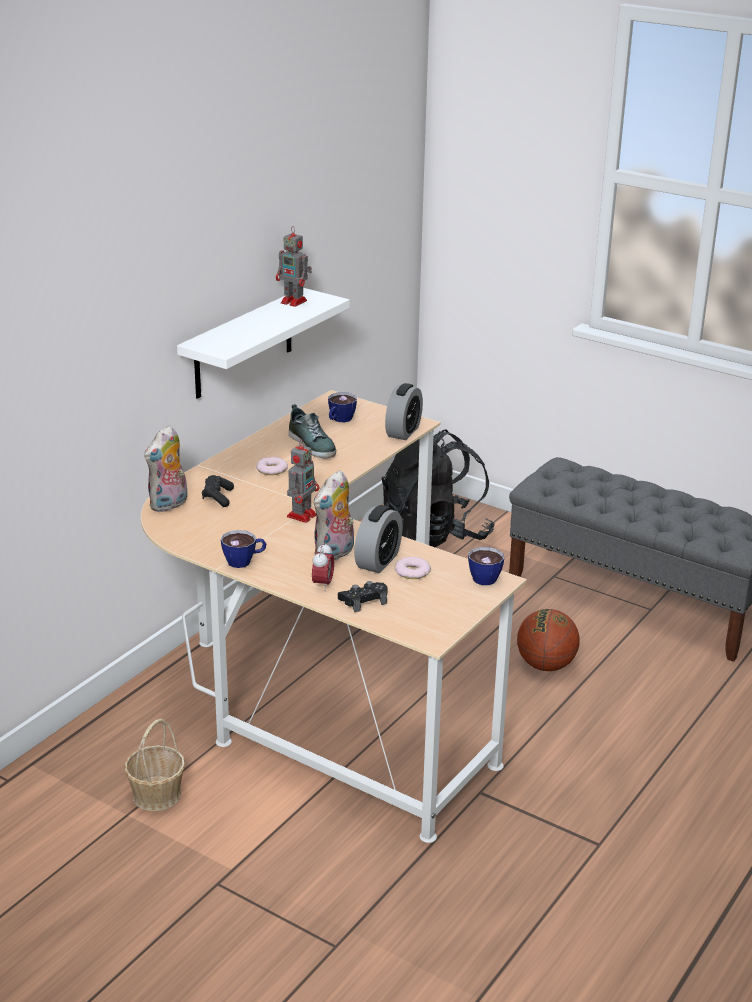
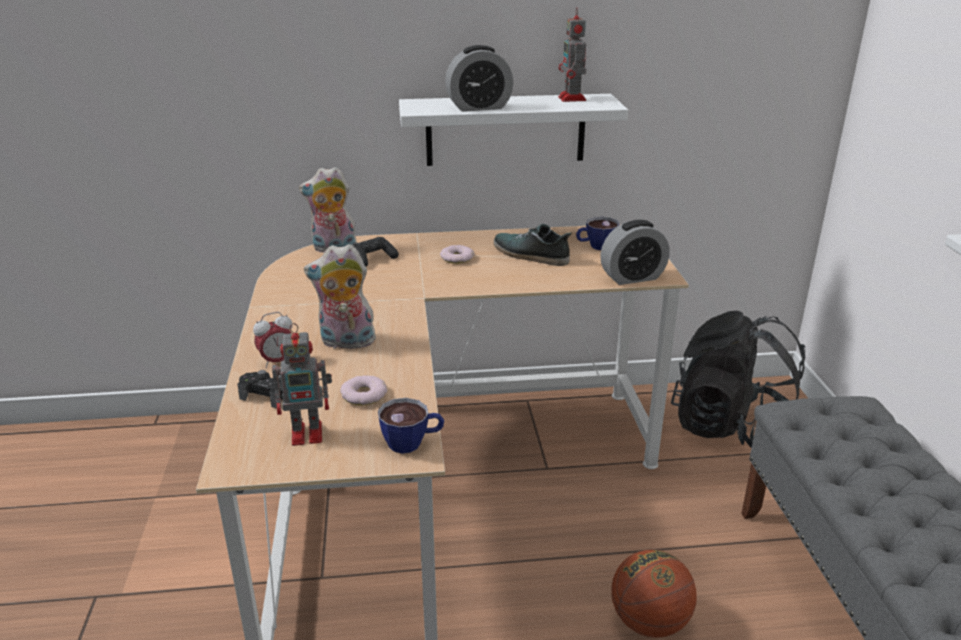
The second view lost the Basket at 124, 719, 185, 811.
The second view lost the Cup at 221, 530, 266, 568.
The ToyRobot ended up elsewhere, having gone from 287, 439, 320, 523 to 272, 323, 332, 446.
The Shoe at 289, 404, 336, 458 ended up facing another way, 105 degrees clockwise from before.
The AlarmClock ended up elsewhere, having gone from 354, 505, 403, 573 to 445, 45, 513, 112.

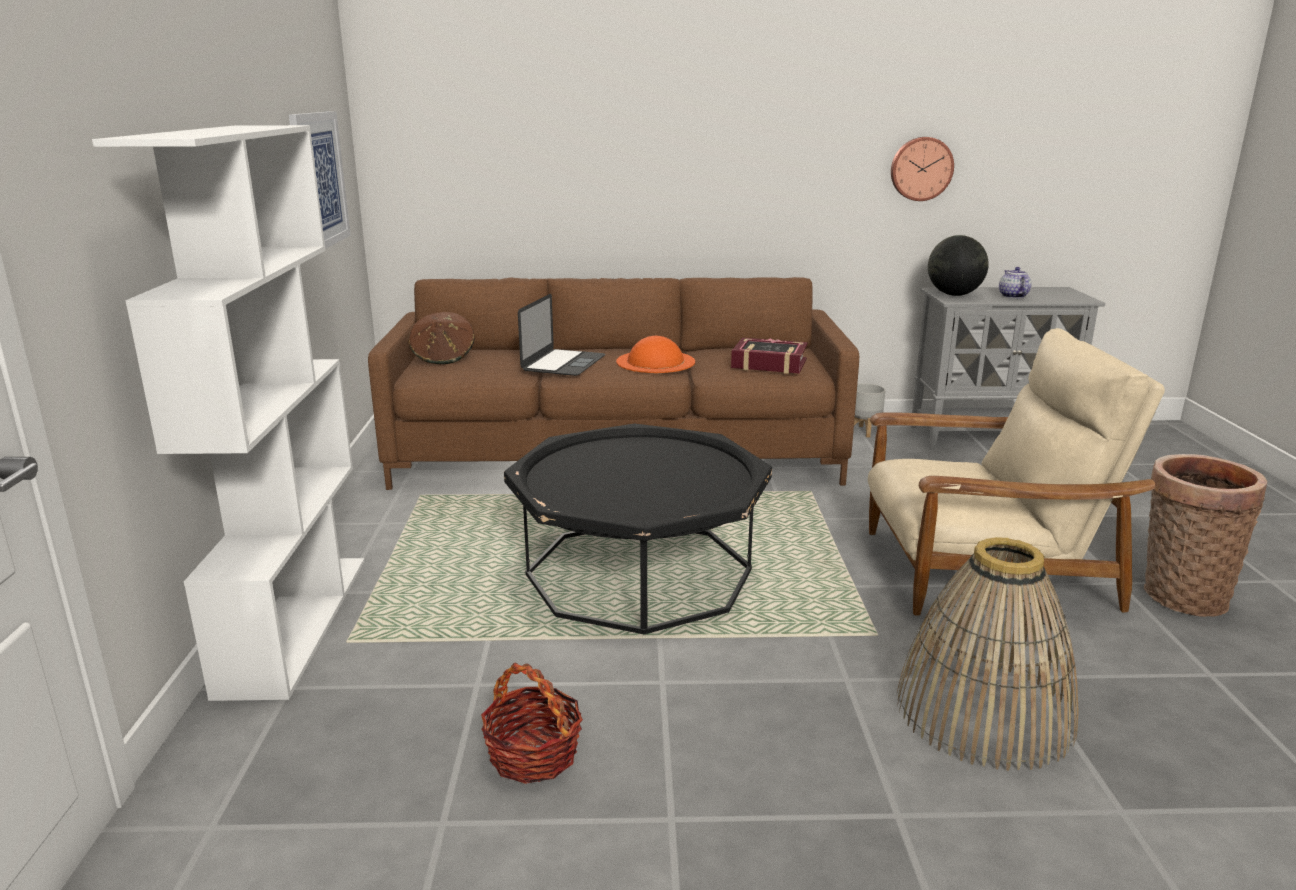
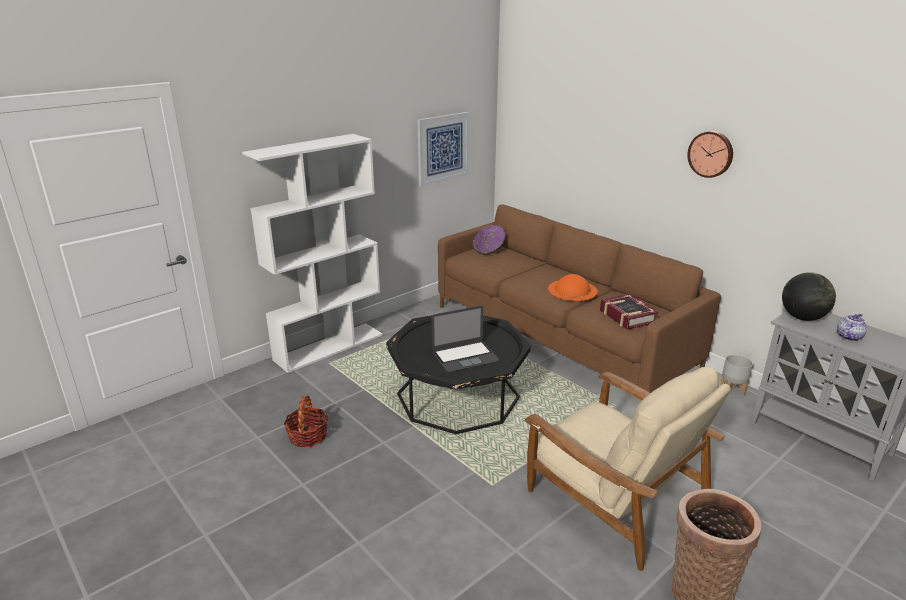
What was the BrownHat at 408, 312, 474, 364 turned into the PurpleHat at 473, 225, 506, 255.
The Laptop ended up elsewhere, having gone from 518, 294, 605, 376 to 432, 306, 499, 372.
The WallClock ended up elsewhere, having gone from 891, 137, 954, 201 to 687, 131, 733, 178.
The second view lost the Basket at 897, 537, 1079, 771.

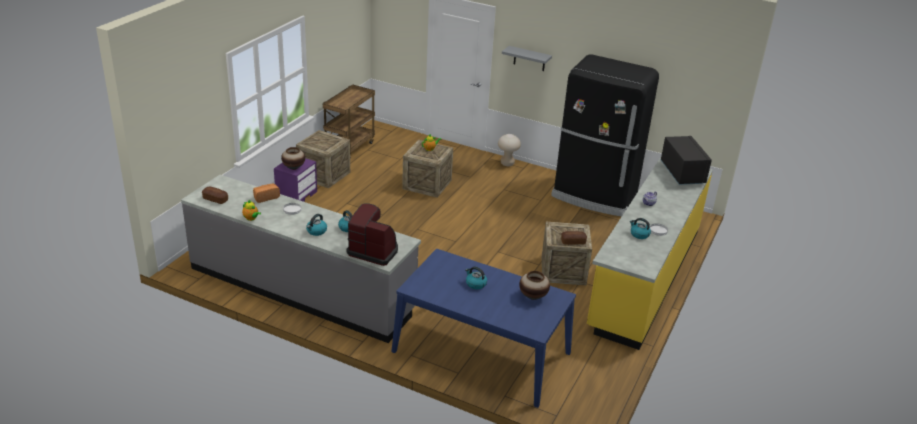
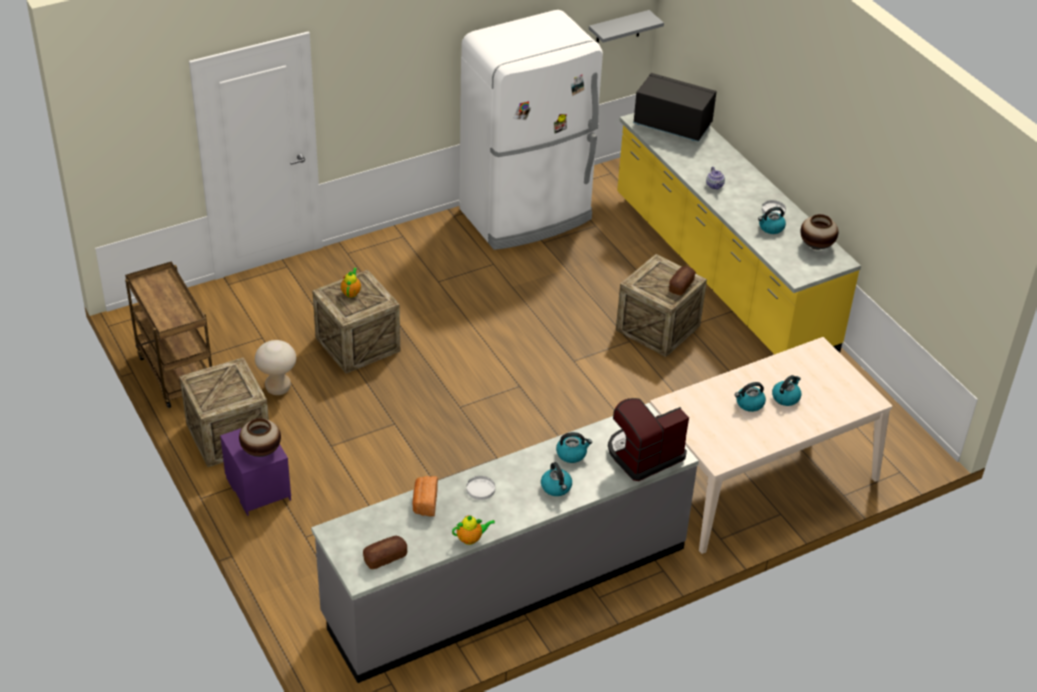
What was the BlueDiningTable at 391, 249, 576, 408 turned into the BeigeDiningTable at 650, 337, 892, 554.
The BeigeStool ended up elsewhere, having gone from 498, 134, 521, 166 to 255, 340, 296, 395.
The GreyShelf ended up elsewhere, having gone from 502, 46, 552, 71 to 589, 10, 664, 44.
The Vase ended up elsewhere, having gone from 519, 271, 550, 300 to 800, 214, 838, 250.
What was the BlackFridge at 551, 54, 659, 216 turned into the WhiteFridge at 459, 10, 603, 250.
The second view gained the Kettle at 772, 375, 801, 406.

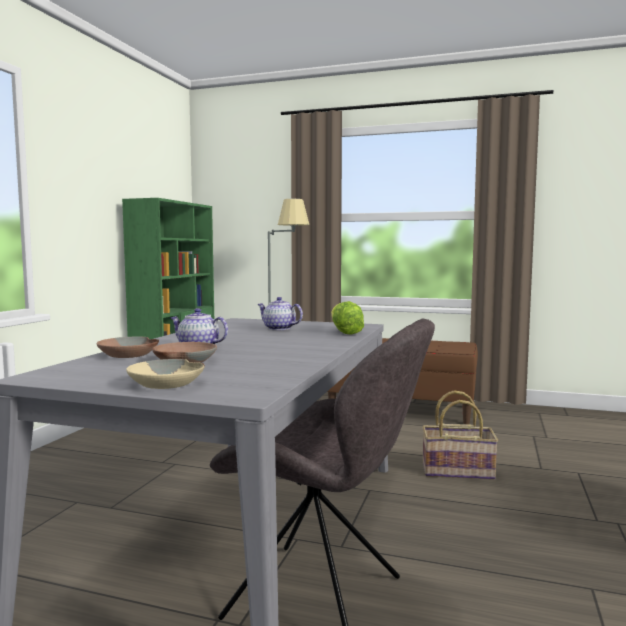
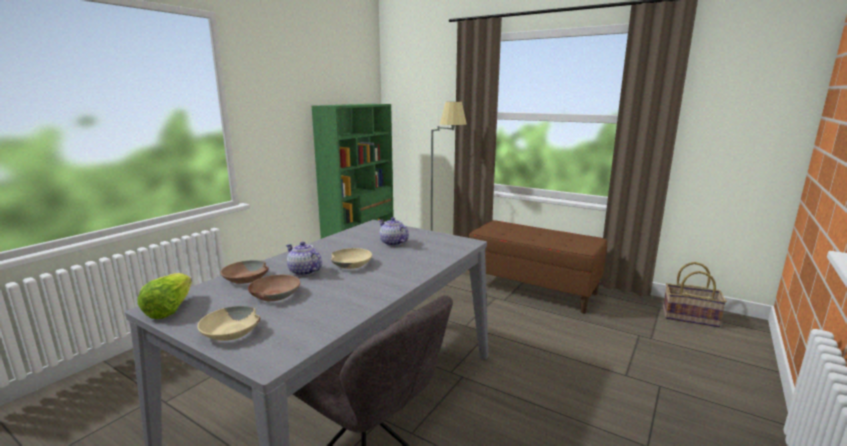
The Lettuce ended up elsewhere, having gone from 331, 301, 364, 334 to 138, 273, 192, 319.
The Basket ended up elsewhere, having gone from 422, 390, 498, 480 to 663, 262, 727, 327.
The second view gained the BeigeBowl at 331, 248, 372, 269.

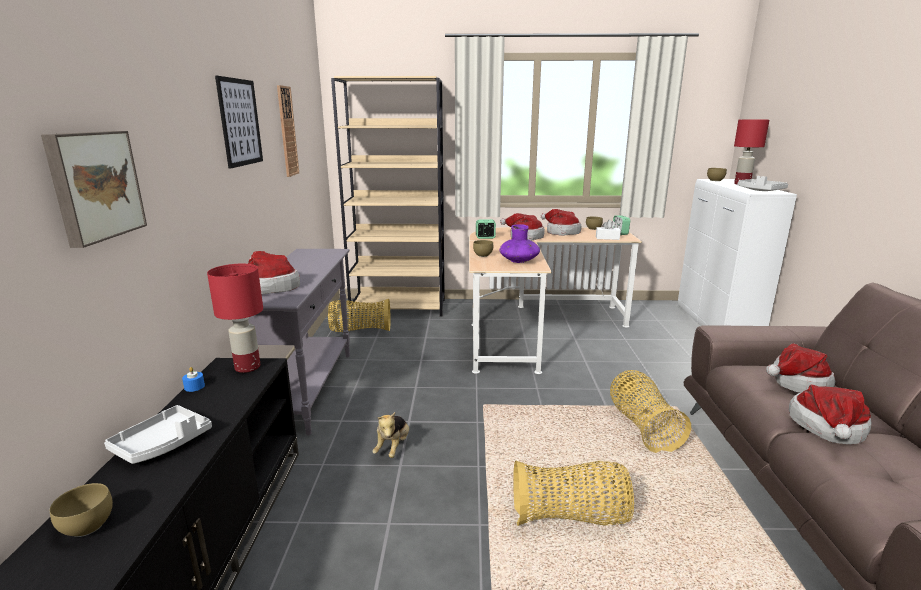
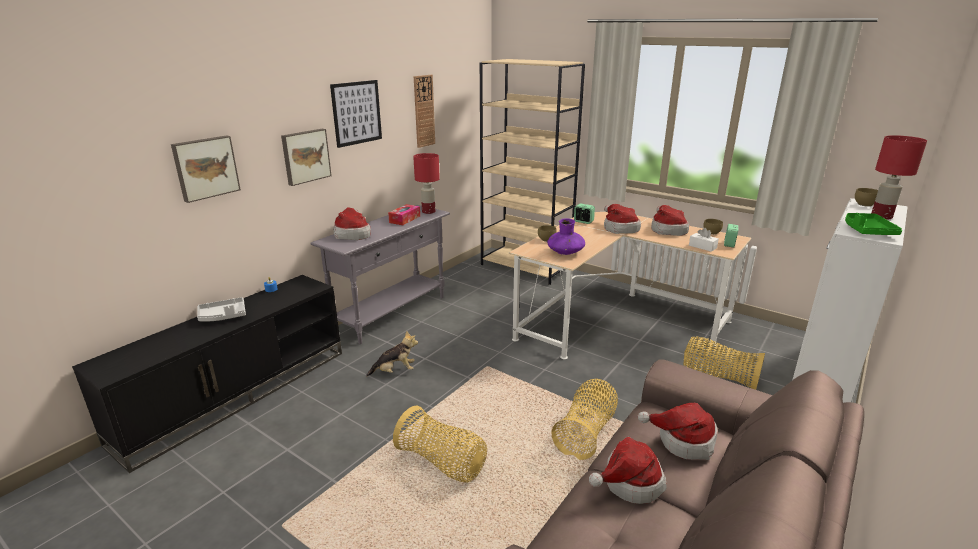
The second view lost the BrownBowl at 50, 483, 113, 537.
The RedTableLamp ended up elsewhere, having gone from 207, 264, 263, 373 to 413, 153, 440, 214.
The Basket ended up elsewhere, having gone from 328, 299, 390, 332 to 683, 337, 765, 390.
The PlushToy at 372, 412, 409, 458 ended up facing another way, 150 degrees counterclockwise from before.
What was the GreyTray at 738, 176, 788, 191 turned into the GreenTray at 845, 213, 902, 235.
The second view gained the Picture at 281, 129, 332, 186.
The second view gained the TissueBox at 388, 204, 420, 225.

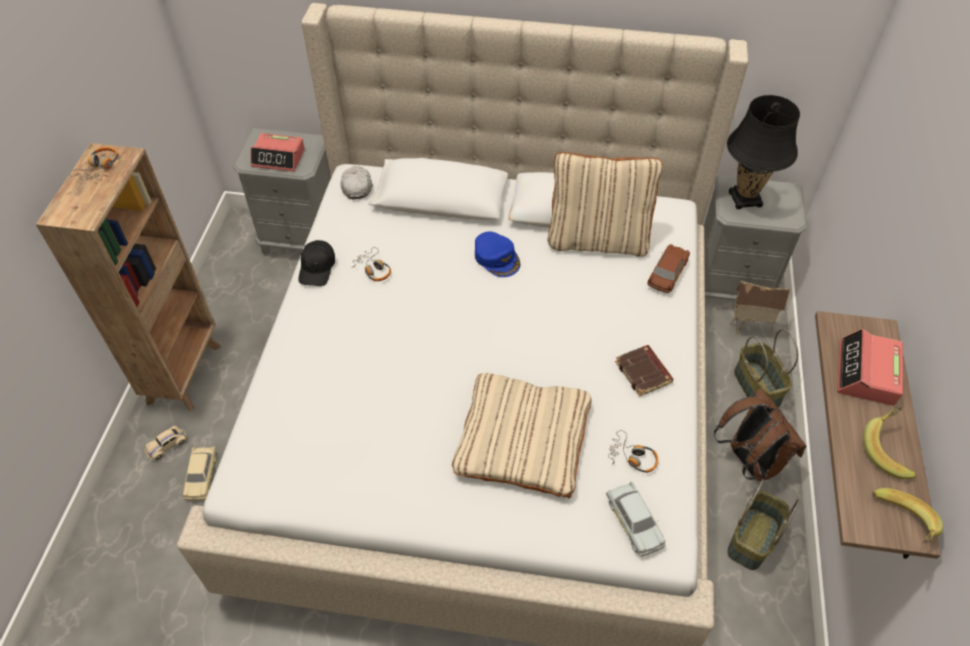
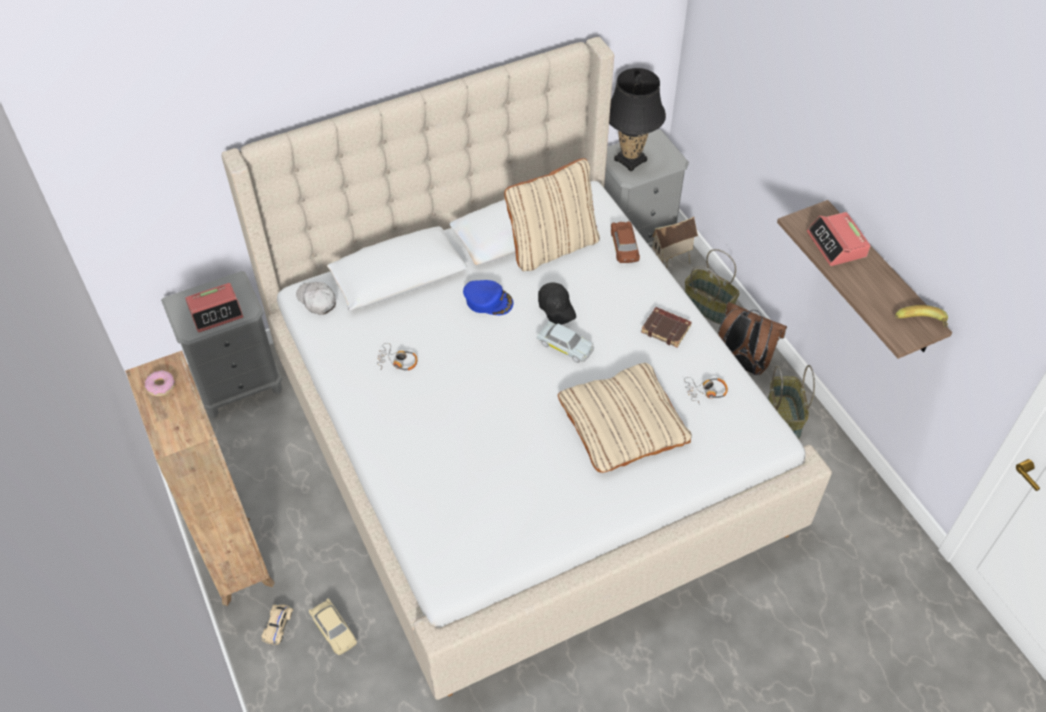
Where the Headphones stood at 69, 147, 119, 180, the Donut came to stand at 145, 370, 175, 397.
The BlackCap ended up elsewhere, having gone from 298, 240, 335, 286 to 538, 283, 576, 325.
The WhiteToyCar ended up elsewhere, having gone from 606, 482, 665, 557 to 536, 321, 594, 363.
The second view lost the Banana at 863, 406, 916, 479.

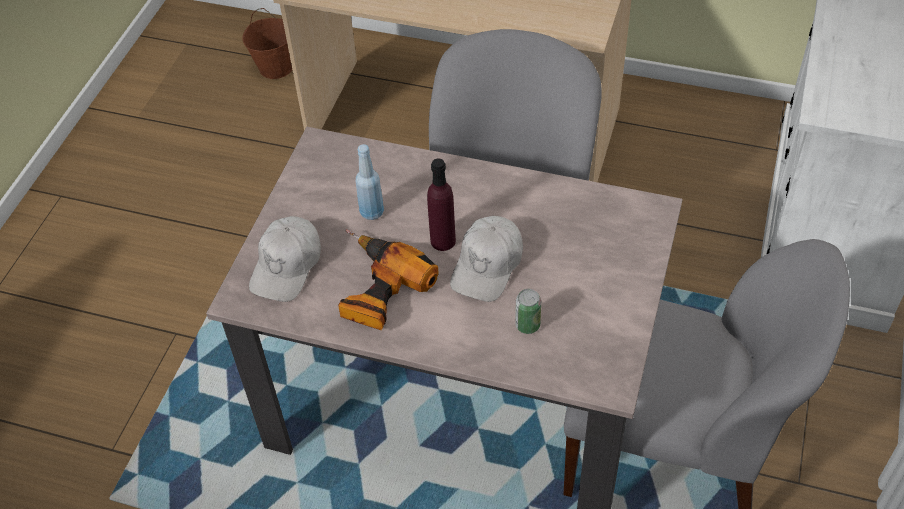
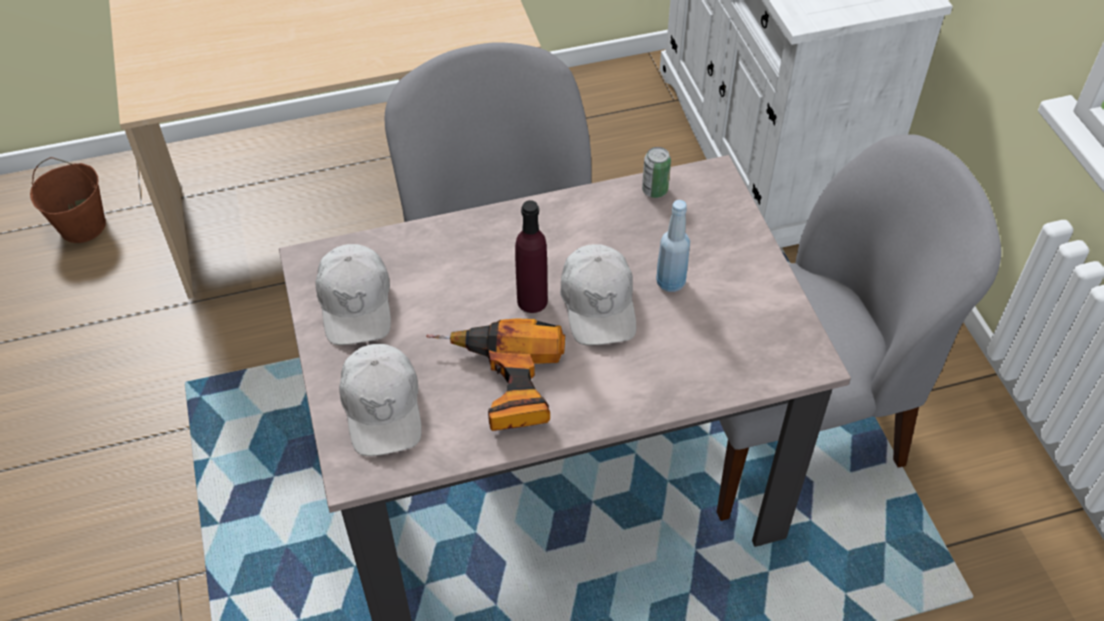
The BlueBottle ended up elsewhere, having gone from 355, 144, 384, 220 to 656, 200, 690, 292.
The Can ended up elsewhere, having gone from 515, 289, 541, 334 to 642, 147, 671, 198.
The second view gained the WhiteCap at 315, 244, 391, 345.

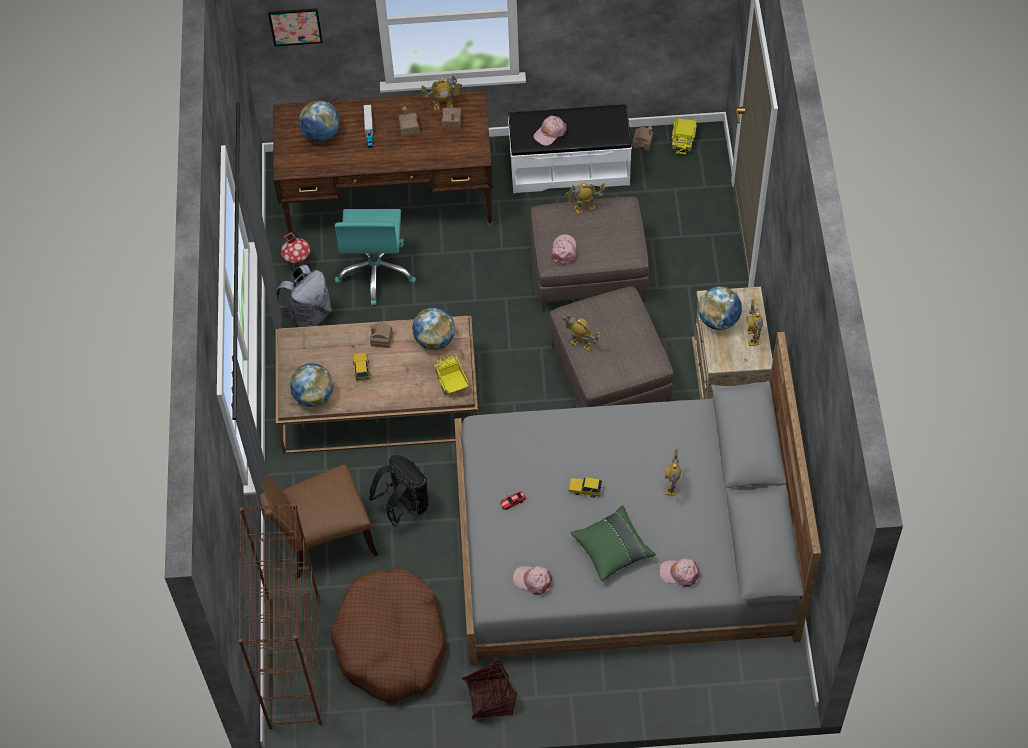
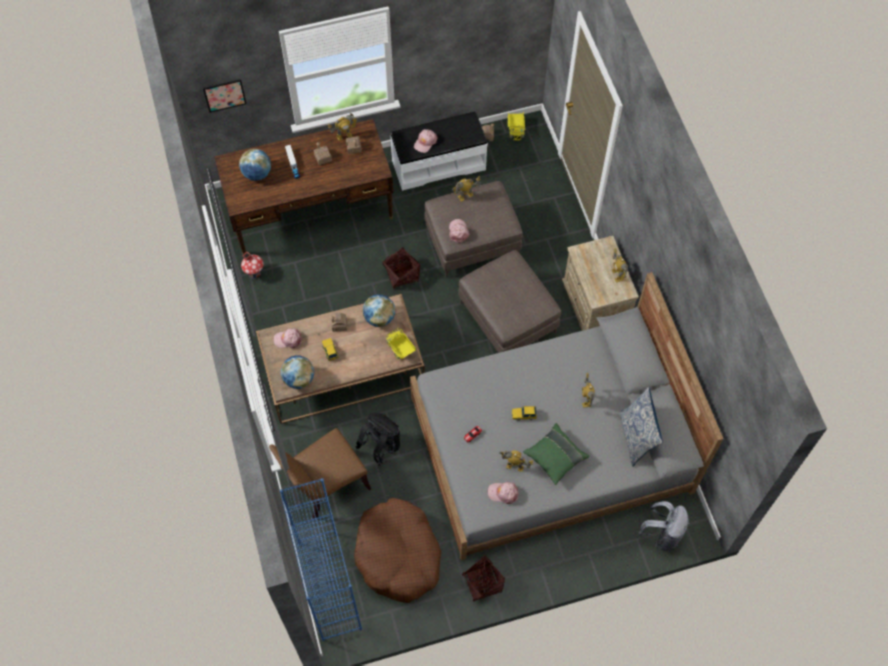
What was the BrownBookcase at 238, 503, 322, 729 turned into the BlueBookcase at 280, 478, 362, 641.
The GreyBackpack ended up elsewhere, having gone from 276, 265, 332, 327 to 639, 501, 689, 551.
The second view lost the TurquoiseOfficeChair at 335, 209, 416, 305.
The ToyRobot ended up elsewhere, having gone from 562, 314, 600, 351 to 499, 450, 534, 472.
The PinkCap ended up elsewhere, having gone from 659, 558, 700, 587 to 273, 328, 302, 348.
The second view lost the Globe at 698, 286, 742, 330.
The second view gained the Basket at 382, 247, 420, 289.
The second view gained the Pillow at 620, 387, 663, 467.

